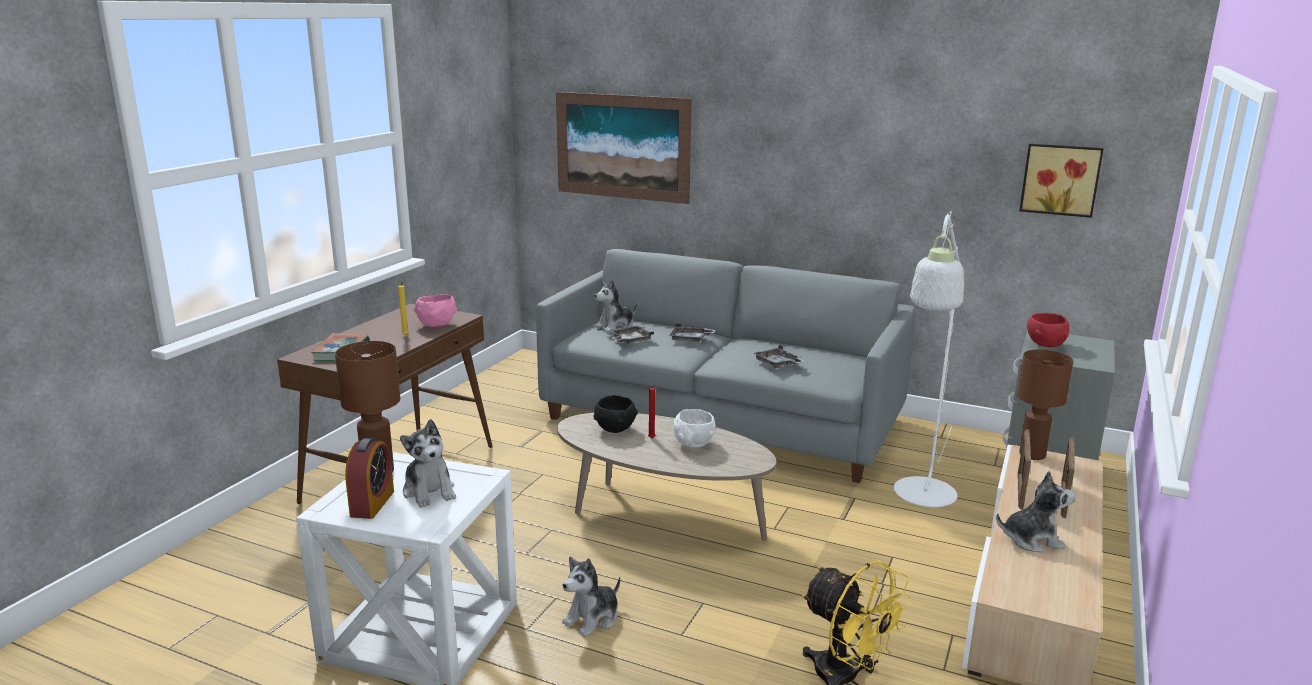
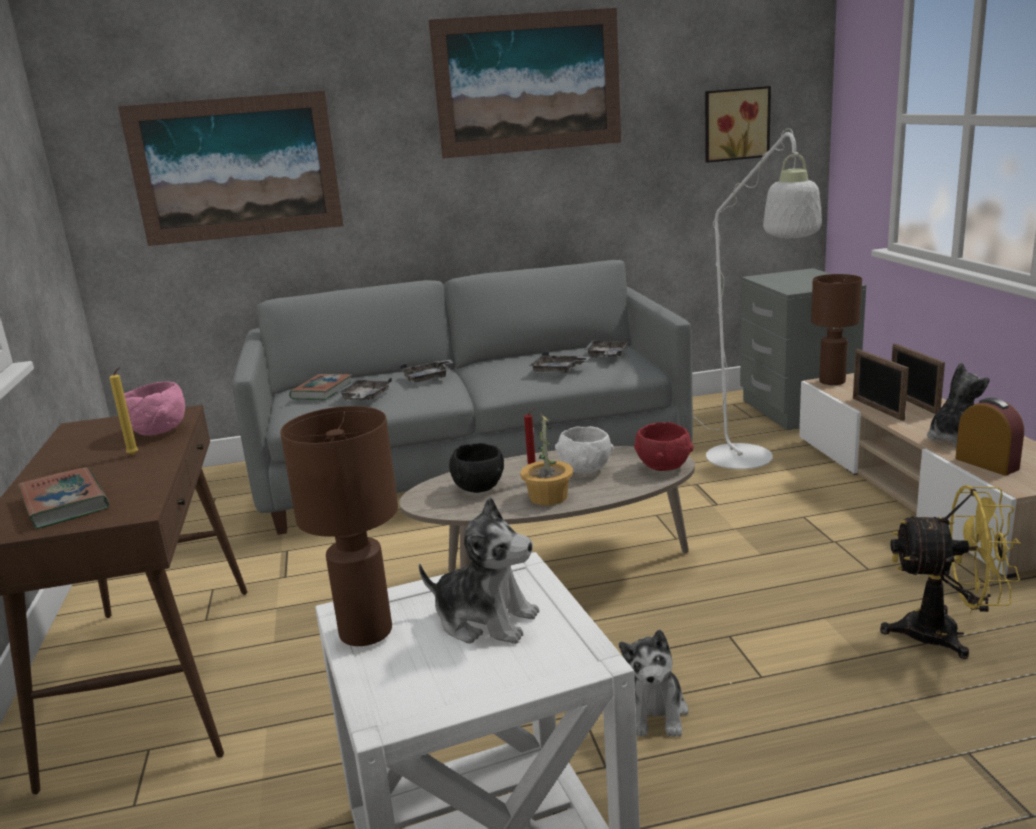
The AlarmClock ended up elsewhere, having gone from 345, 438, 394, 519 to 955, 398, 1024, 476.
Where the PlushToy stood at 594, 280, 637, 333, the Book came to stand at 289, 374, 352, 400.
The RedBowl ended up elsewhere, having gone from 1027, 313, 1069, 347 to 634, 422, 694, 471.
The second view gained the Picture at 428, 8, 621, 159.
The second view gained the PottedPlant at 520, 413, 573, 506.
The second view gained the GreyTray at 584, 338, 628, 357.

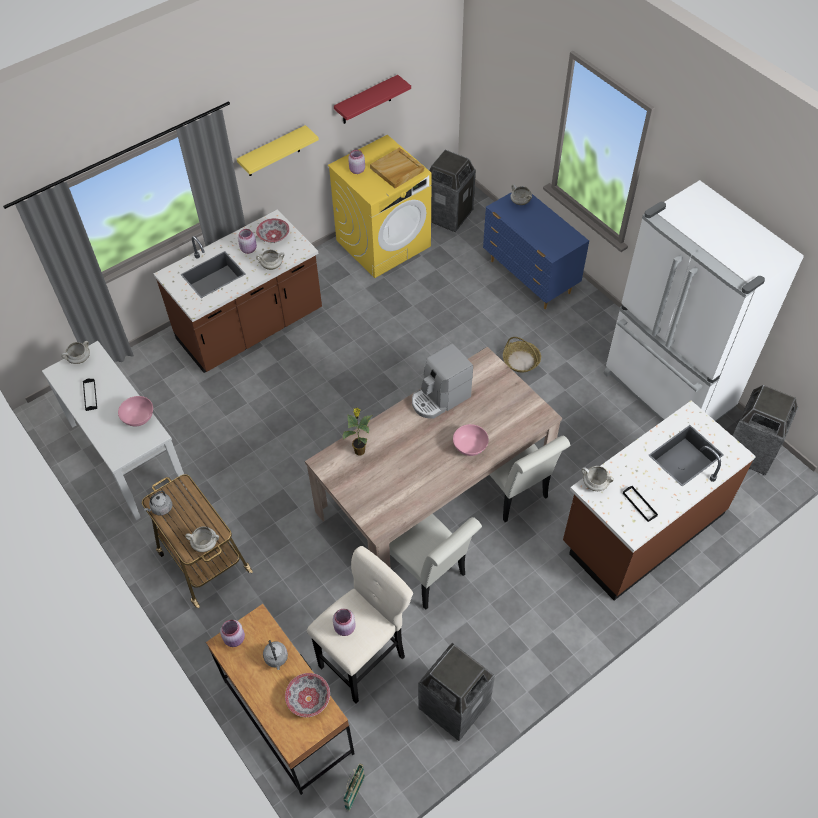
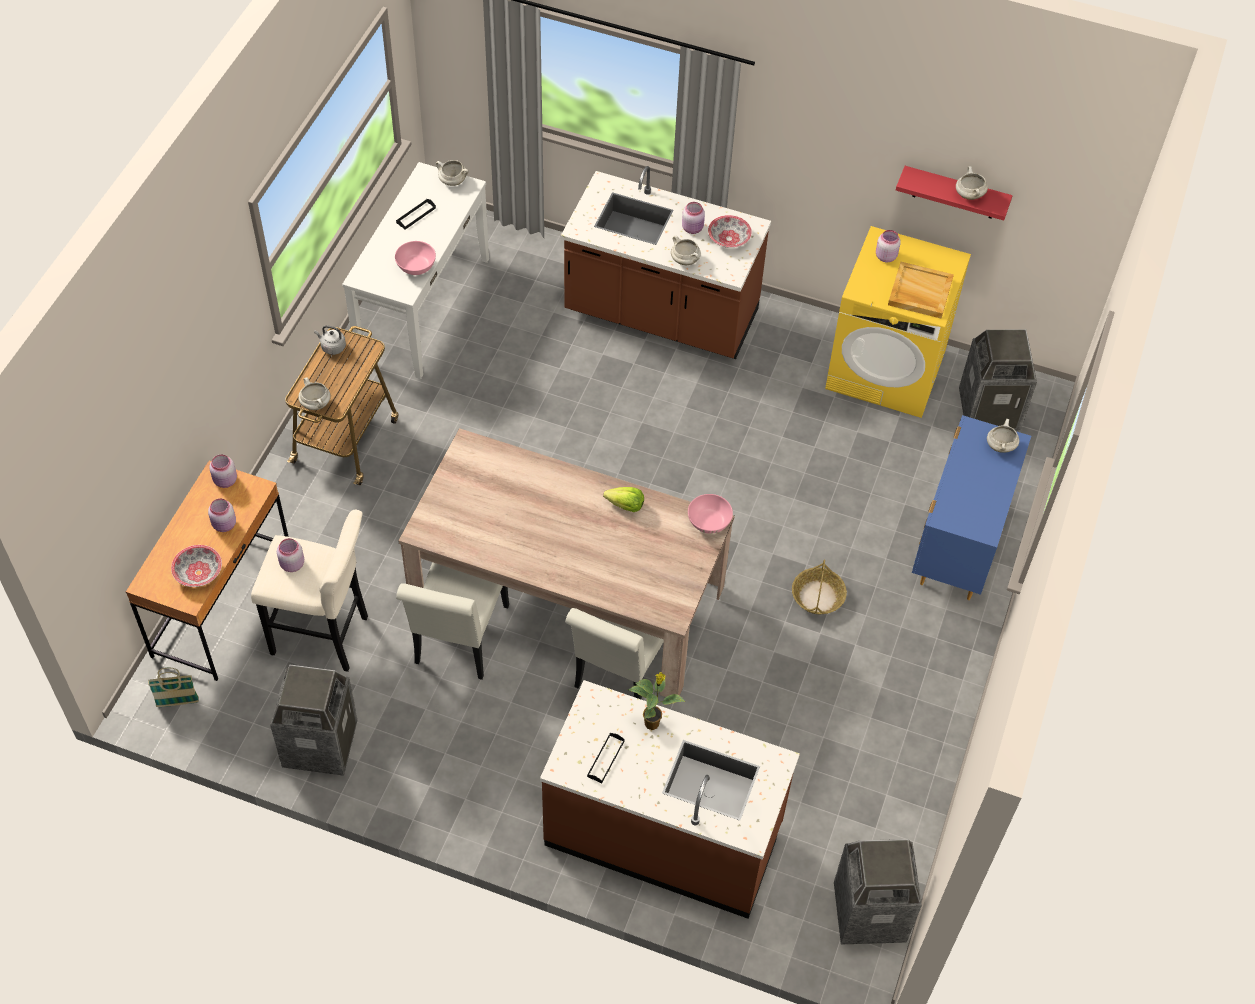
The second view lost the YellowShelf at 237, 125, 319, 176.
Where the GreyKettle stood at 263, 640, 288, 670, the PinkJar came to stand at 208, 498, 236, 532.
The PottedPlant ended up elsewhere, having gone from 343, 408, 372, 455 to 628, 672, 686, 730.
Where the CoffeeMachine stood at 412, 343, 473, 419, the Lettuce came to stand at 603, 487, 644, 512.
The PinkBowl ended up elsewhere, having gone from 453, 424, 489, 456 to 688, 494, 733, 534.
The WhiteCookingPot ended up elsewhere, having gone from 582, 466, 614, 491 to 956, 166, 988, 200.
The second view lost the WhiteFridge at 603, 180, 804, 421.

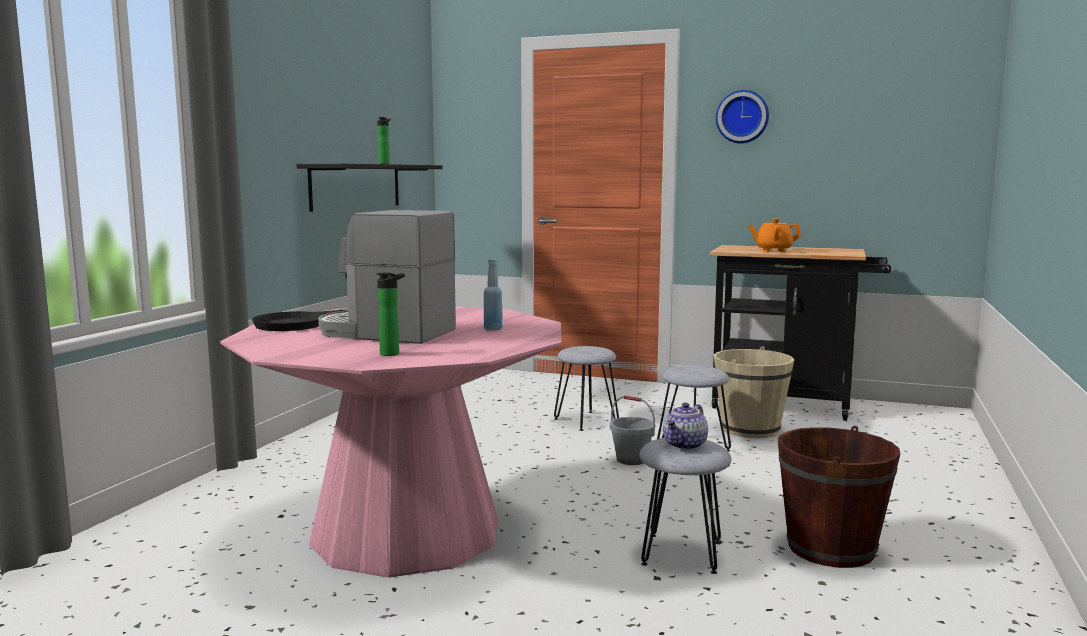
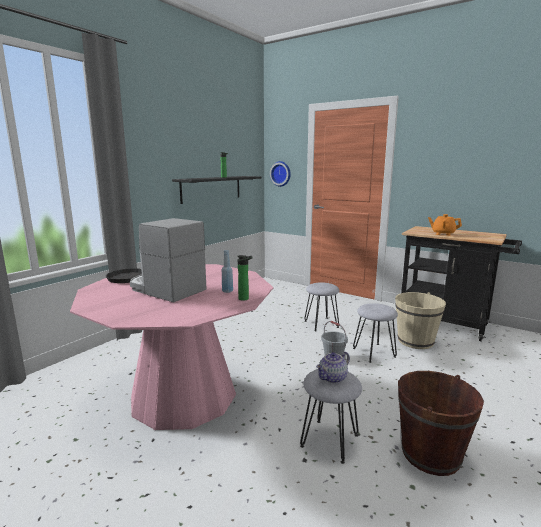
The Bottle ended up elsewhere, having gone from 377, 273, 405, 356 to 237, 255, 252, 301.
The WallClock ended up elsewhere, having gone from 716, 90, 769, 143 to 270, 161, 291, 187.

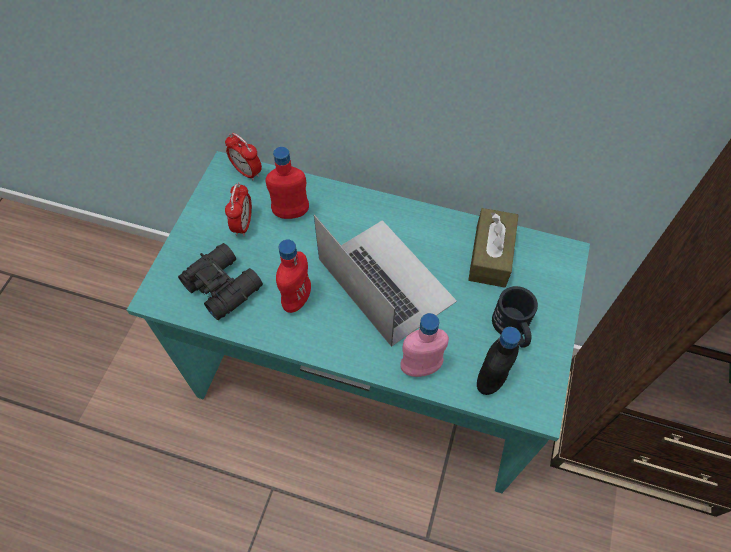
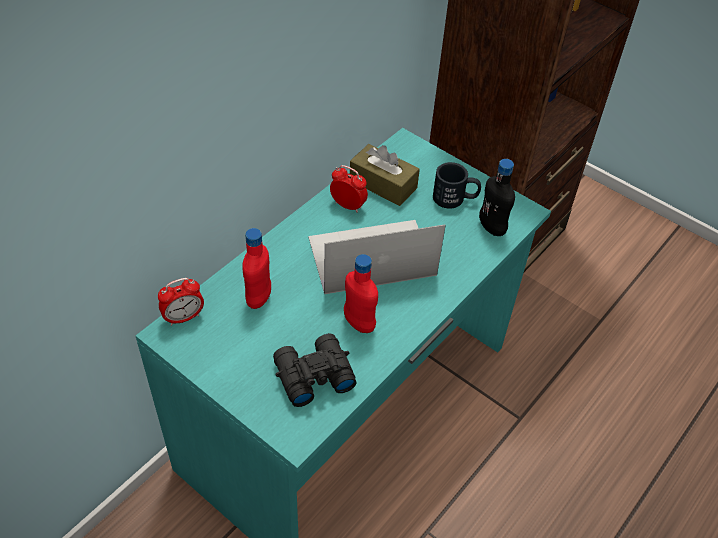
The AlarmClock ended up elsewhere, having gone from 225, 182, 252, 236 to 330, 165, 368, 213.
The second view lost the PinkBottle at 400, 313, 449, 377.

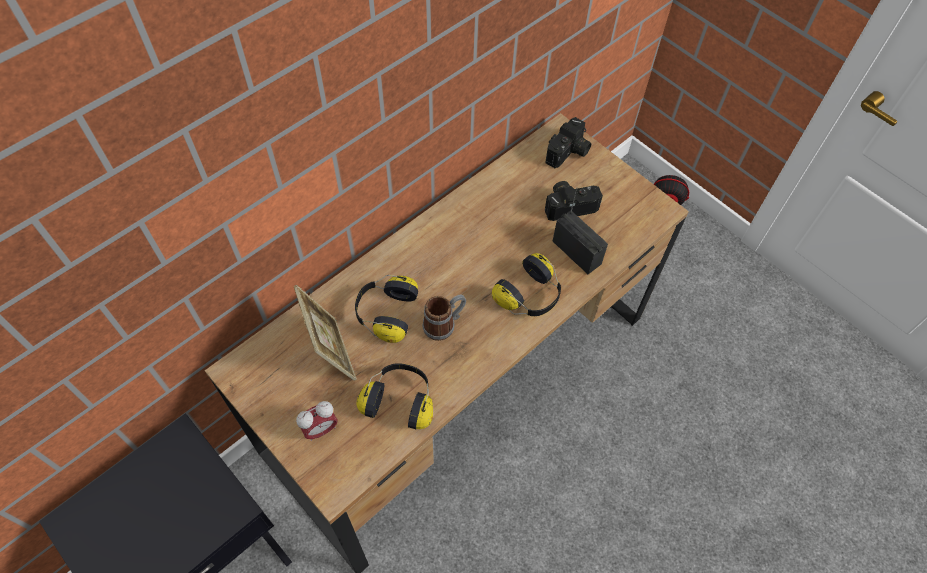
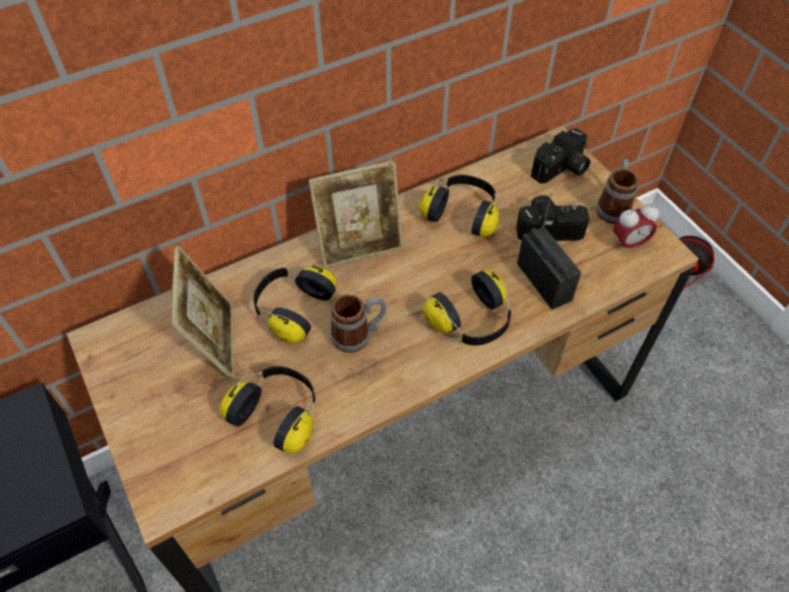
The AlarmClock ended up elsewhere, having gone from 296, 401, 338, 441 to 613, 204, 659, 252.
The second view gained the PictureFrame at 308, 161, 403, 268.
The second view gained the Headphones at 419, 175, 499, 236.
The second view gained the Mug at 596, 159, 639, 224.

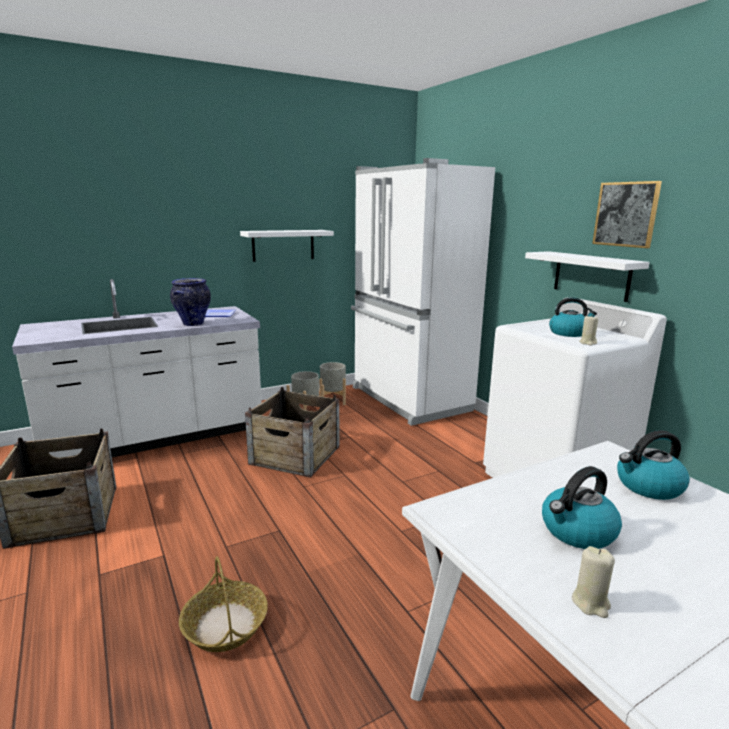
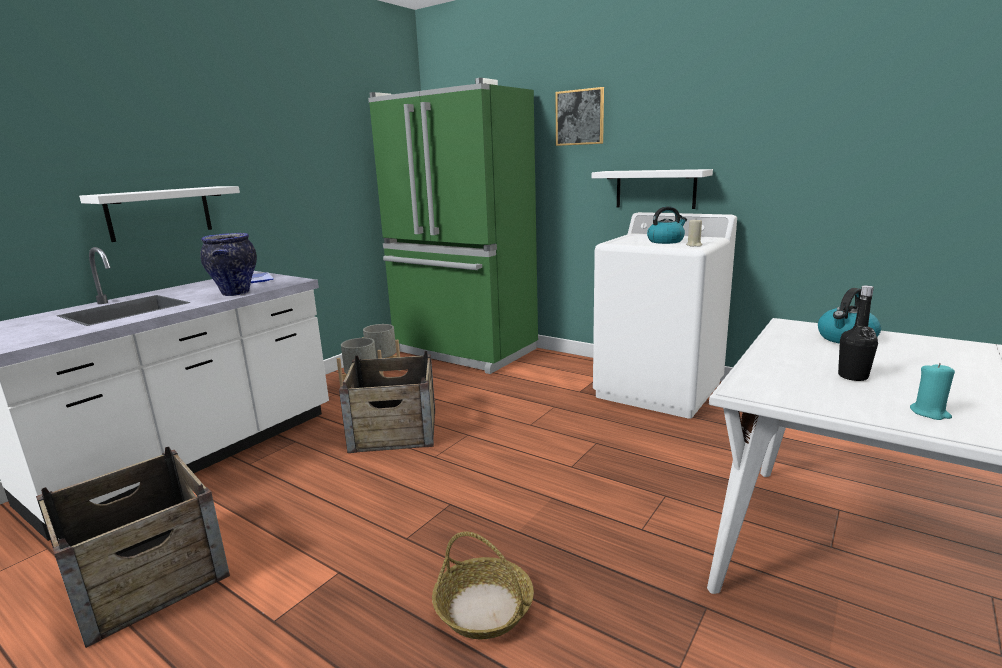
The WhiteShelf ended up elsewhere, having gone from 240, 230, 334, 262 to 79, 186, 240, 242.
What was the WhiteFridge at 351, 158, 495, 426 turned into the GreenFridge at 368, 78, 538, 374.
Where the Kettle stood at 542, 466, 622, 549, the BlackBottle came to stand at 838, 286, 878, 381.
What was the BeigeCandle at 572, 546, 615, 618 turned into the TurquoiseCandle at 910, 363, 955, 420.
The Picture ended up elsewhere, having gone from 592, 181, 662, 248 to 555, 87, 604, 146.

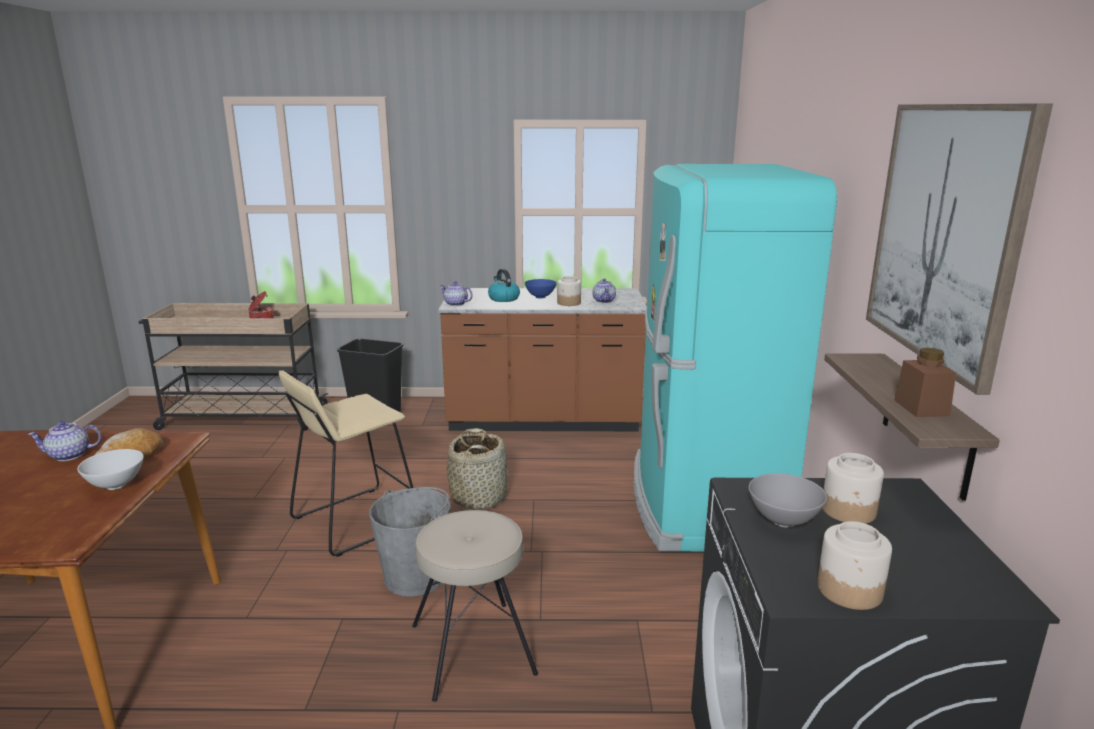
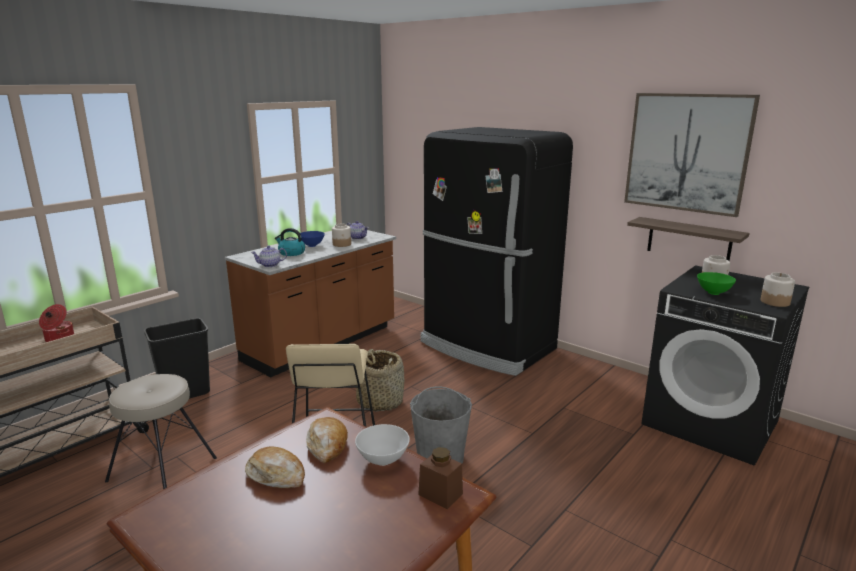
Where the Teapot stood at 27, 421, 102, 461, the Bread came to stand at 245, 446, 305, 488.
The BeigeStool ended up elsewhere, having gone from 412, 510, 538, 702 to 105, 374, 217, 490.
What was the TurquoiseFridge at 634, 164, 837, 552 turned into the BlackFridge at 420, 127, 573, 376.
What was the GreyBowl at 749, 473, 827, 528 turned into the GreenBowl at 697, 272, 736, 295.
The BrownJar ended up elsewhere, having gone from 894, 348, 956, 417 to 418, 447, 463, 509.

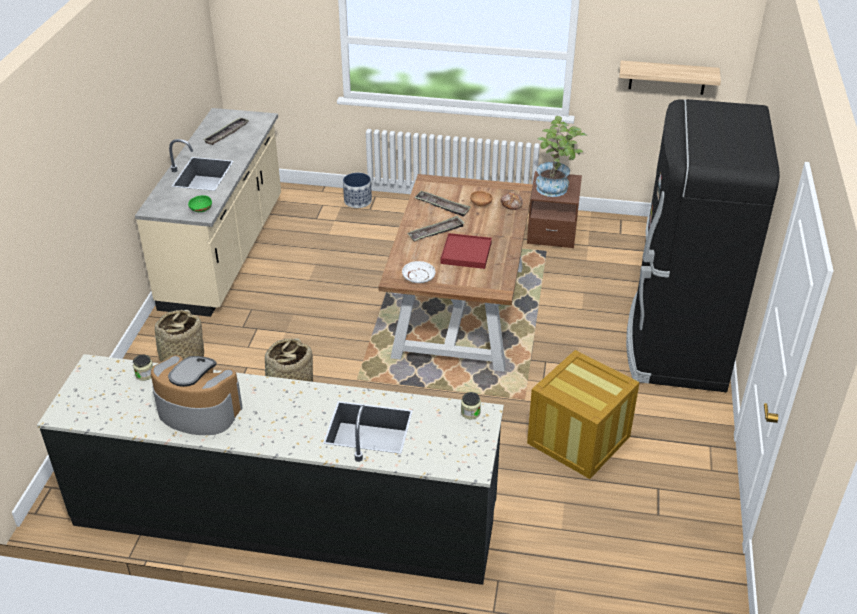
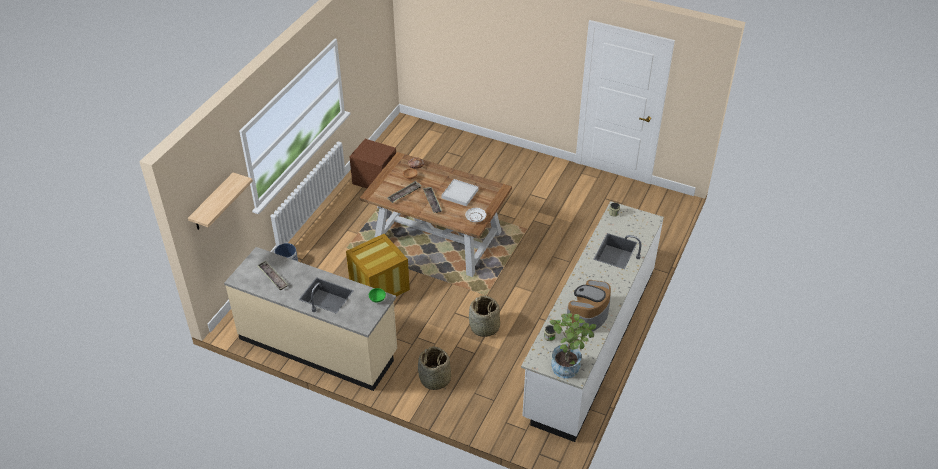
What was the BlackCounter at 37, 354, 504, 585 turned into the WhiteCounter at 521, 201, 664, 442.
What was the RedTray at 441, 233, 492, 269 turned into the WhiteTray at 441, 179, 479, 206.
The Crate ended up elsewhere, having gone from 527, 350, 640, 479 to 346, 234, 410, 296.
The PottedPlant ended up elsewhere, having gone from 536, 116, 587, 197 to 550, 313, 597, 378.
The Shelf ended up elsewhere, having gone from 619, 61, 721, 95 to 188, 172, 253, 230.
The second view lost the BlackFridge at 626, 99, 780, 392.

